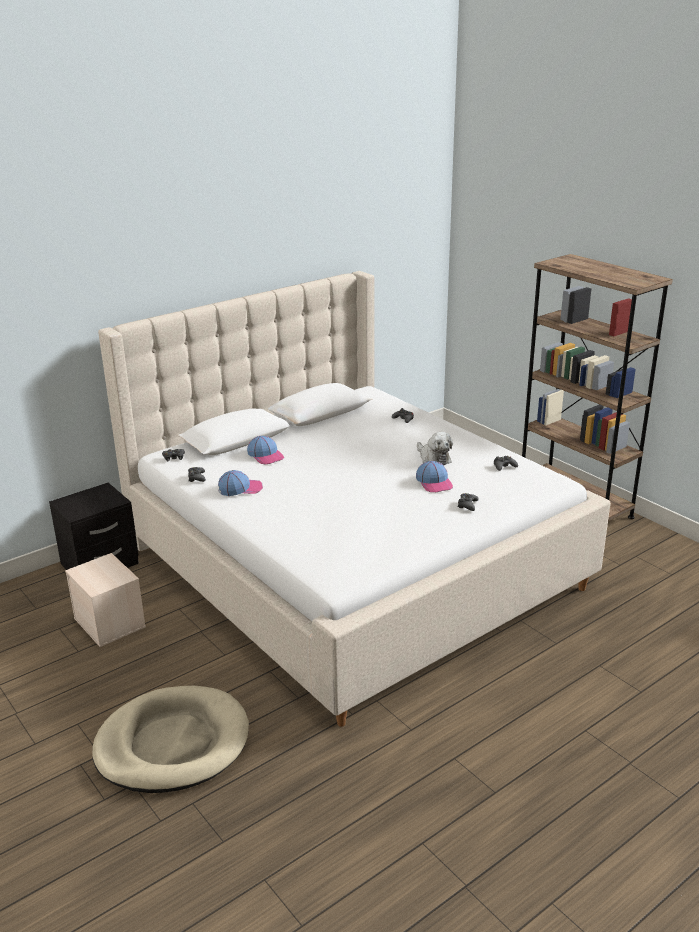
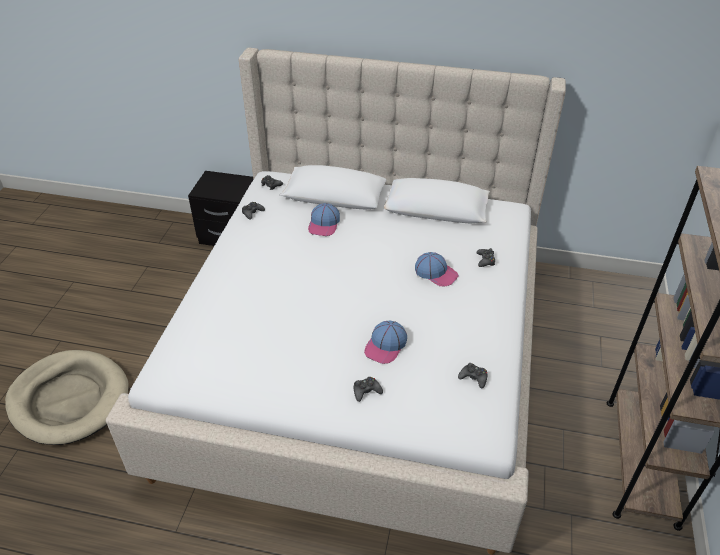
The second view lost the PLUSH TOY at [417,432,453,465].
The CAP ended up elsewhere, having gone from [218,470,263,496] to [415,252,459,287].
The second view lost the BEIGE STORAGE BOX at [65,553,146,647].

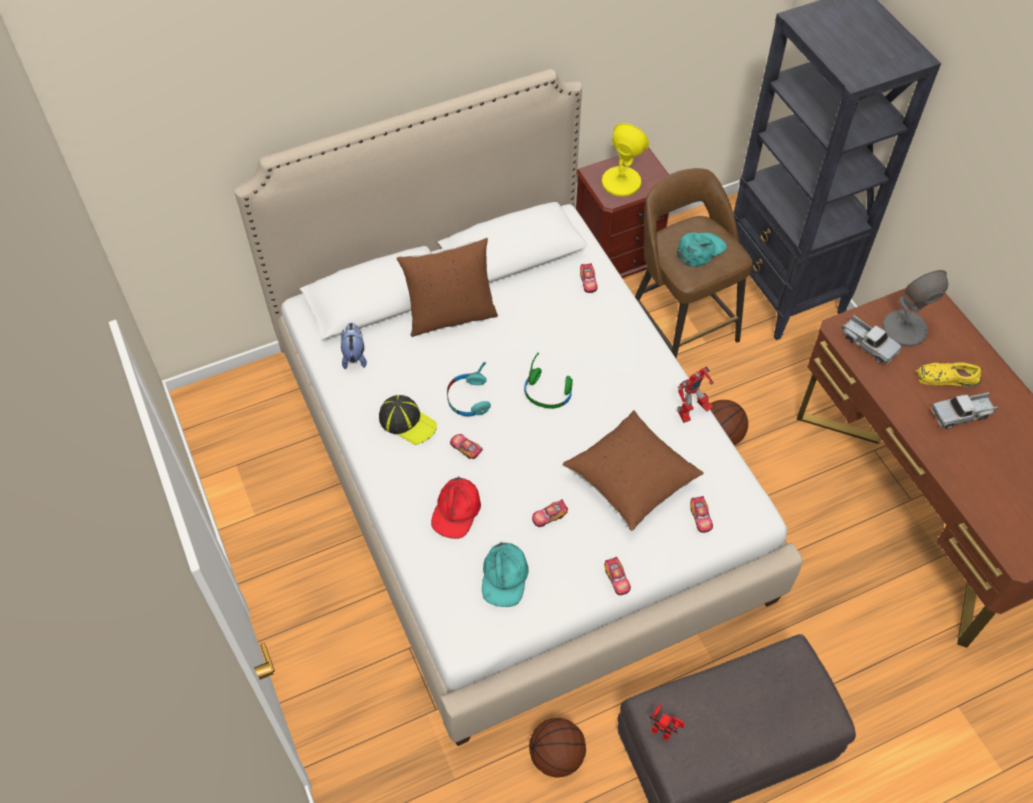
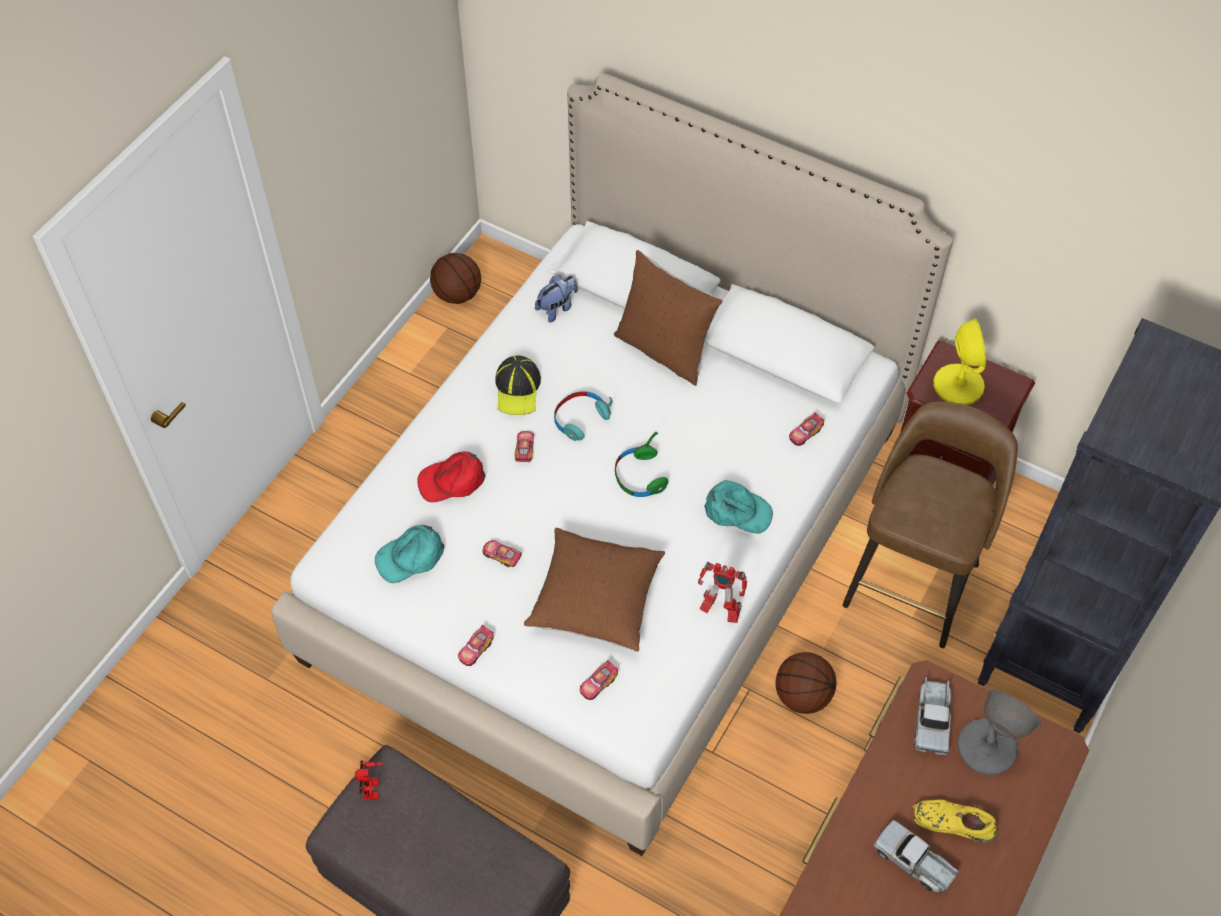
The TURQUOISE CAP ended up elsewhere, having gone from [677,232,727,267] to [704,480,773,534].
The YELLOW SHOE at [915,362,982,387] ended up facing another way, 45 degrees counterclockwise from before.
The BASKETBALL ended up elsewhere, having gone from [529,718,586,778] to [430,253,481,304].

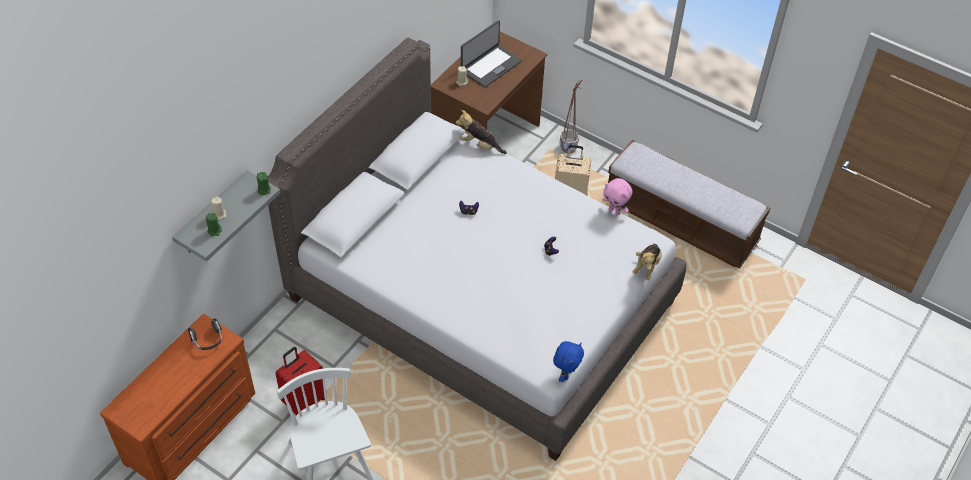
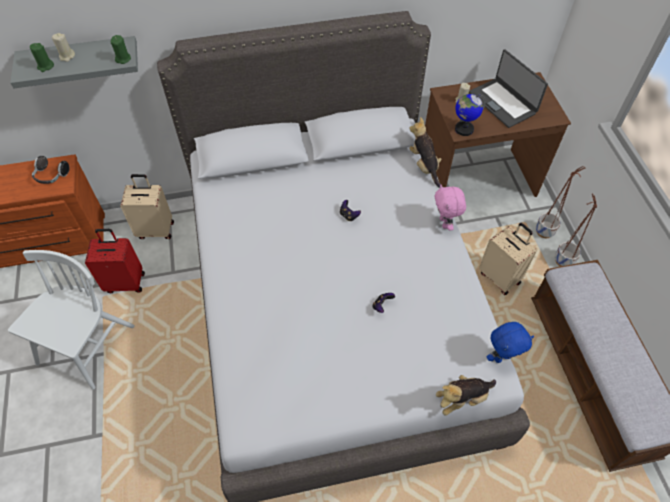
The LAPTOP at [461,20,522,88] ended up facing another way, 60 degrees clockwise from before.
The PINK PLUSH TOY ended up elsewhere, having gone from [603,178,632,215] to [435,185,466,231].
The BLUE PLUSH TOY ended up elsewhere, having gone from [553,341,584,382] to [487,322,534,363].
The second view gained the GLOBE at [455,94,486,136].
The second view gained the BEIGE SUITCASE at [120,174,174,239].
The second view gained the PLANTER at [555,194,597,267].

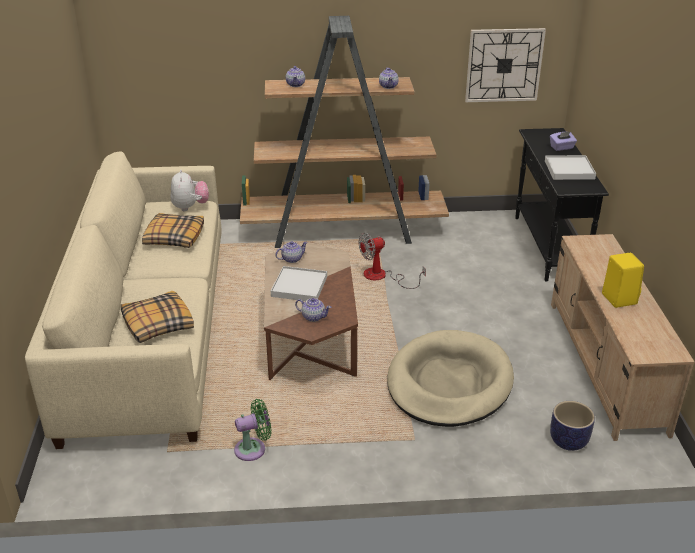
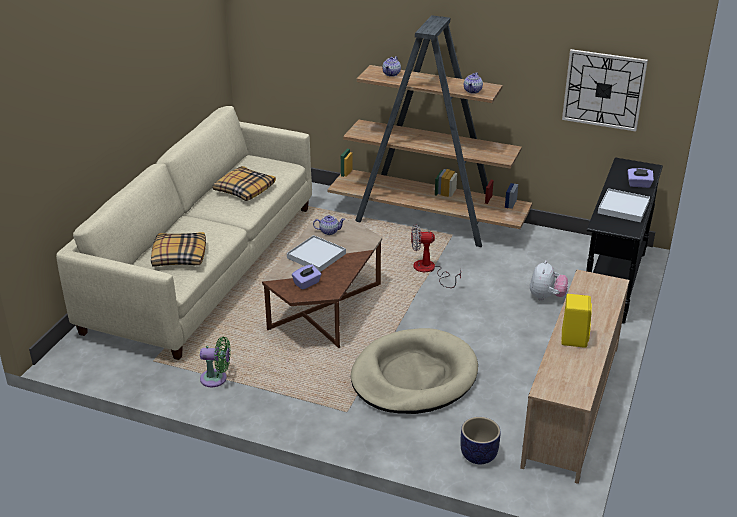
The PLUSH TOY ended up elsewhere, having gone from [171,170,209,211] to [530,260,568,301].
Where the TEAPOT stood at [295,298,331,322], the PURPLE TISSUE BOX came to stand at [292,264,322,290].

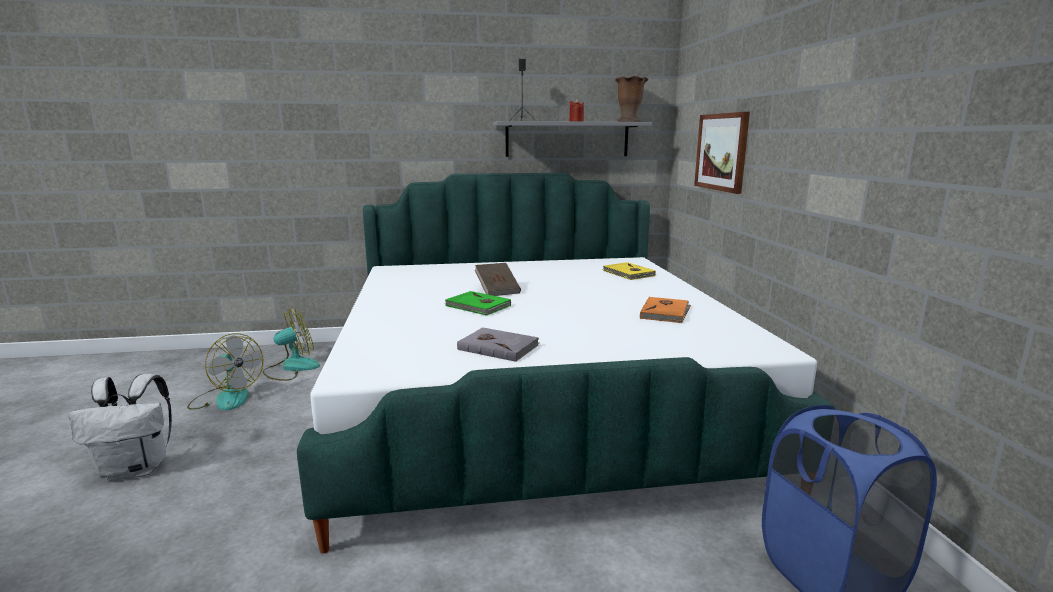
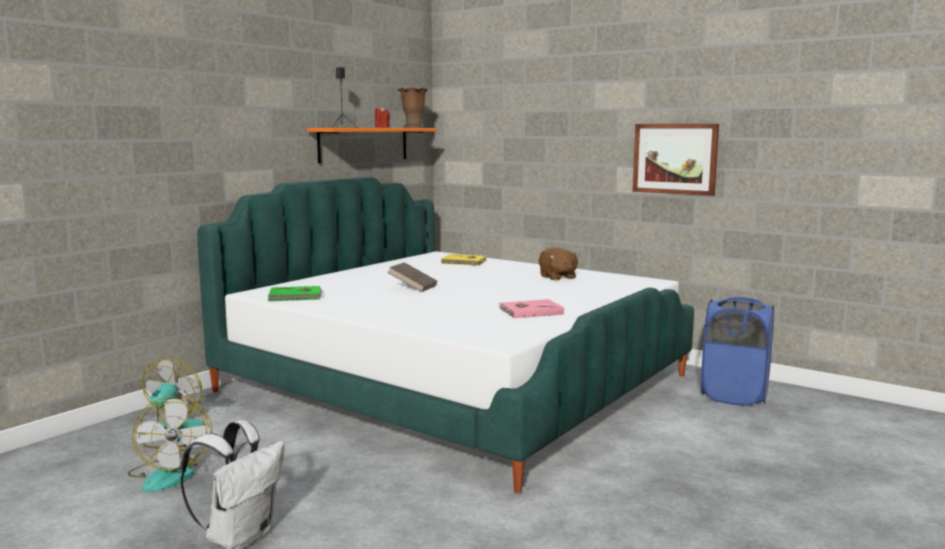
The PICTURE ended up elsewhere, having gone from [694,112,750,194] to [633,124,719,196].
What was the GREY SHELF at [493,121,652,157] turned into the ORANGE SHELF at [307,128,437,163].
The GREEN BOOK ended up elsewhere, having gone from [445,291,511,316] to [267,286,322,301].
Where the ORANGE BOOK stood at [640,297,691,323], the BROWN PLUSH TOY came to stand at [539,247,579,281].
What was the GREY BOOK at [457,328,539,362] turned into the PINK BOOK at [499,299,564,318].
The FAN at [187,333,263,411] ended up facing another way, 90 degrees clockwise from before.

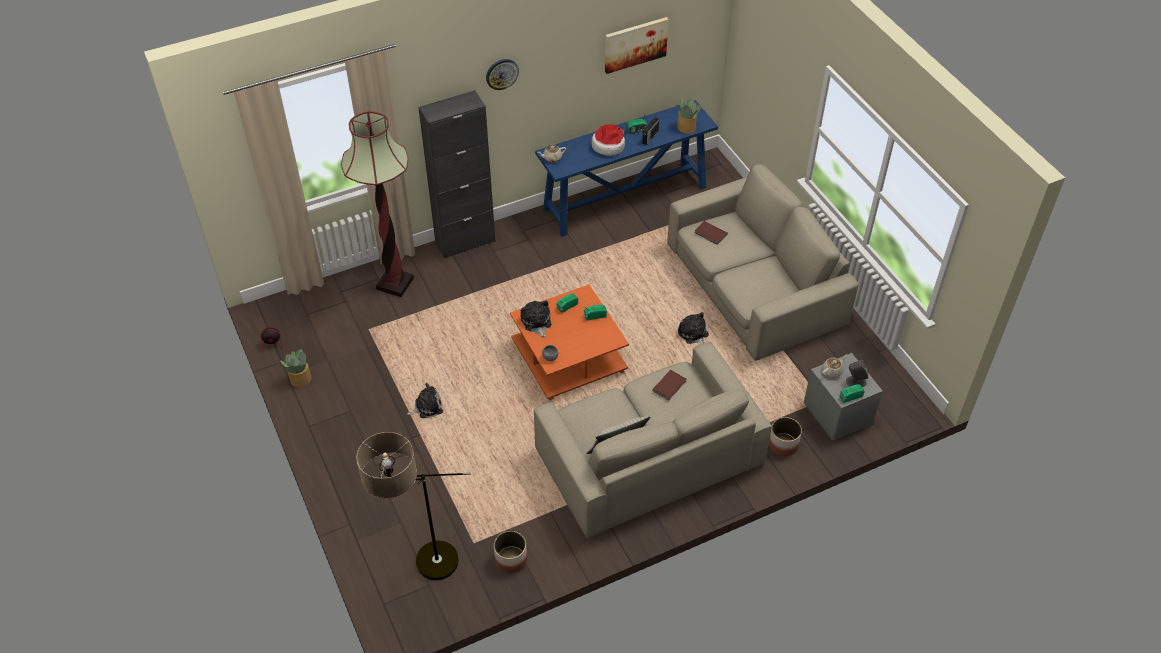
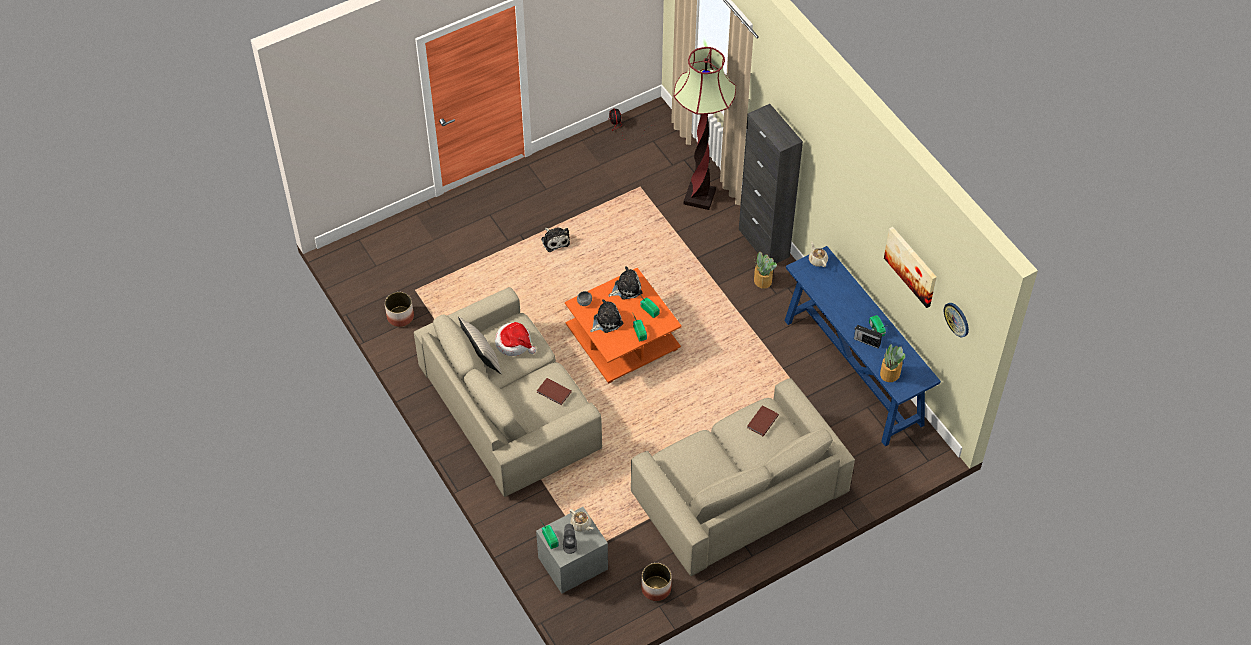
The WALL CLOCK ended up elsewhere, having gone from [486,59,519,90] to [943,303,969,337].
The HAT ended up elsewhere, having gone from [591,124,625,156] to [495,322,536,356].
The PLUSH TOY ended up elsewhere, having gone from [678,312,709,344] to [590,299,623,333].
The POTTED PLANT ended up elsewhere, having gone from [280,349,311,387] to [754,252,777,289].
The PLANTER ended up elsewhere, having gone from [769,417,802,456] to [641,563,672,601].
The second view lost the FLOOR LAMP at [356,432,471,580].

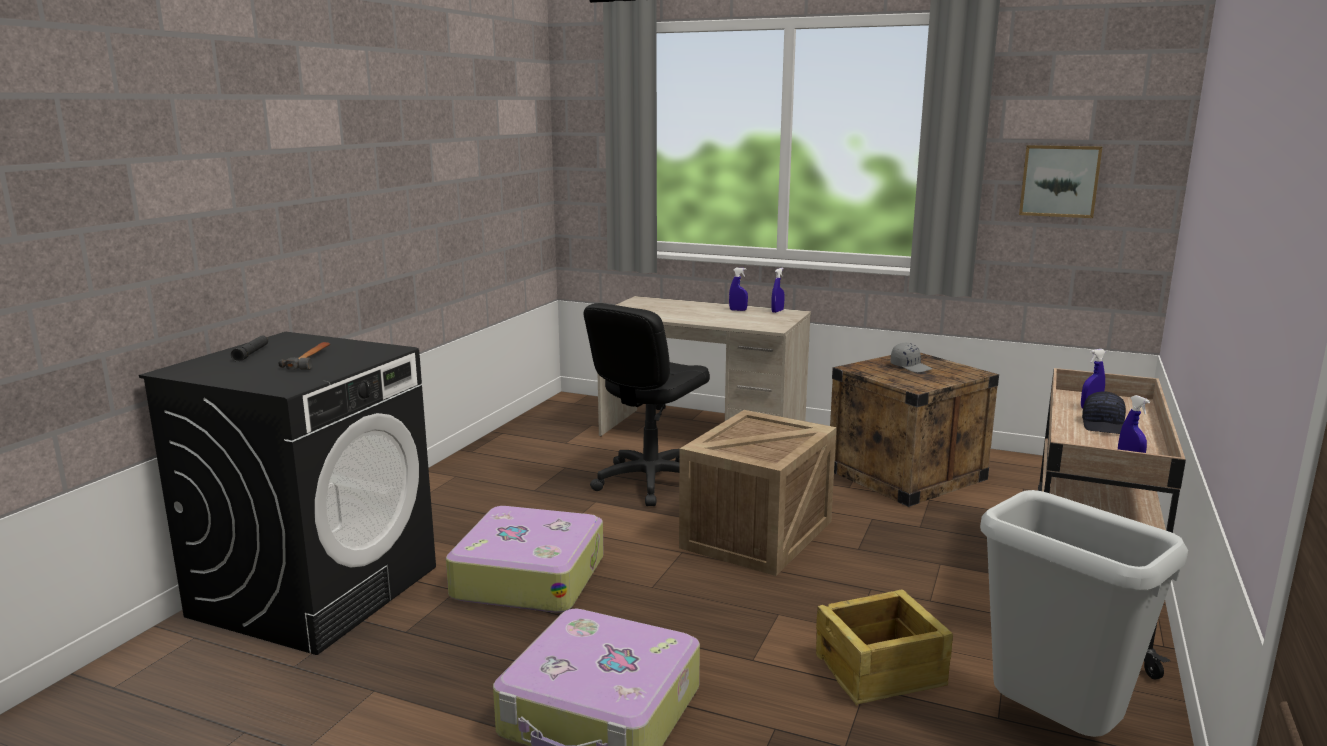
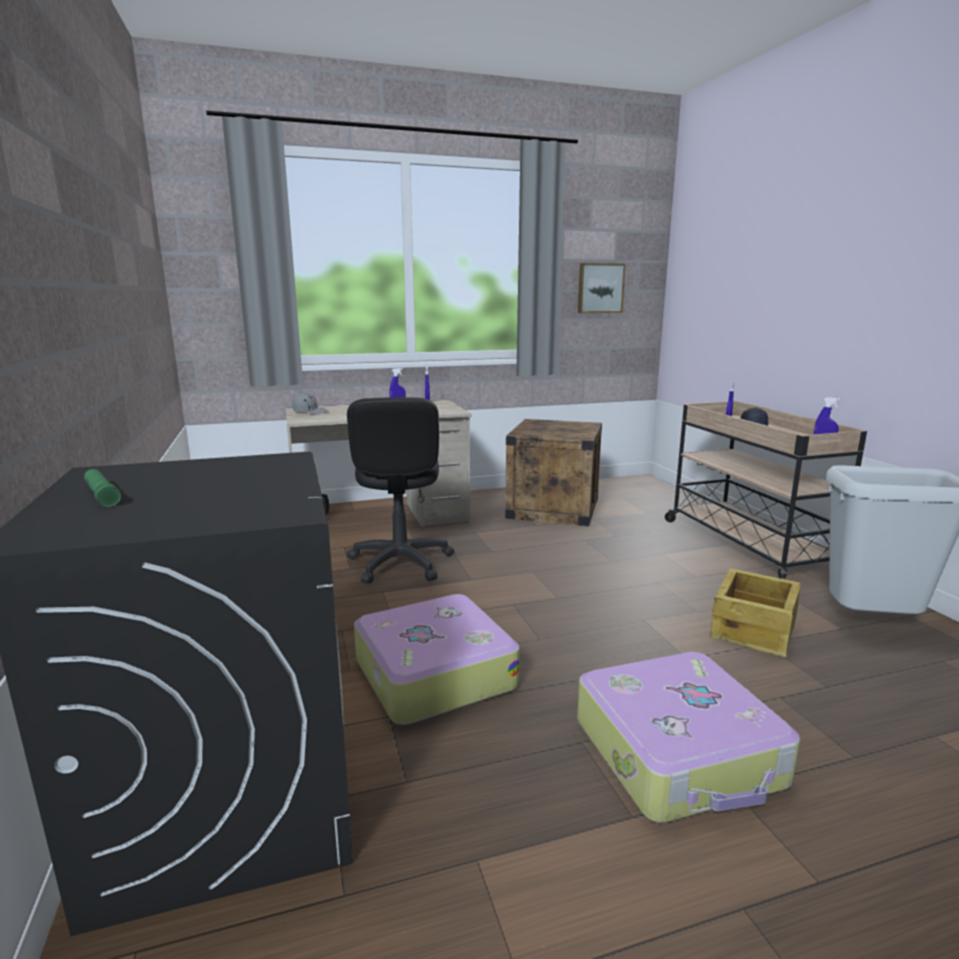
What was the BLACK FLASHLIGHT at [231,335,268,362] turned into the GREEN FLASHLIGHT at [84,469,121,507].
The second view lost the HAMMER at [278,342,330,370].
The GREY CAP ended up elsewhere, having gone from [890,343,932,372] to [293,393,329,415].
The second view lost the CRATE at [679,410,837,576].

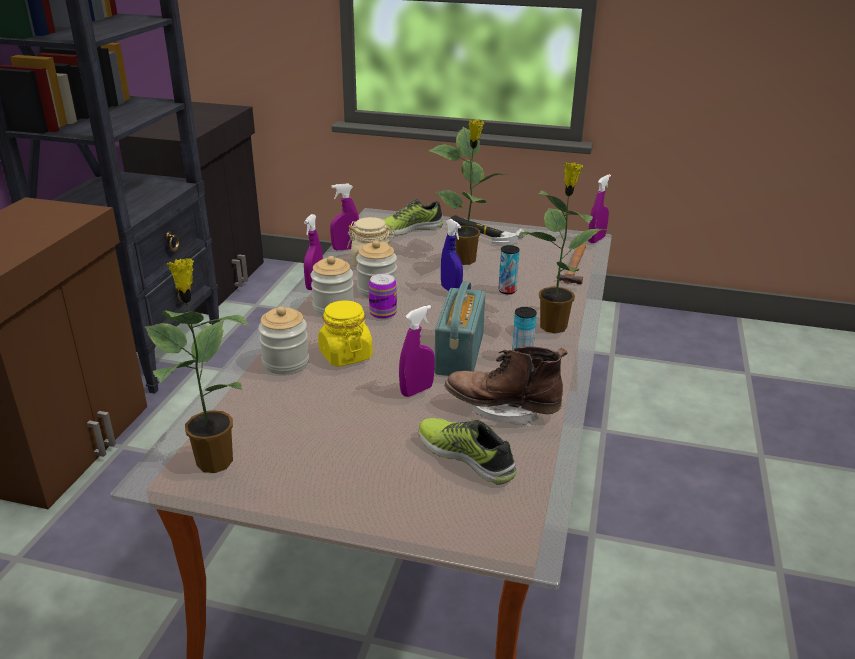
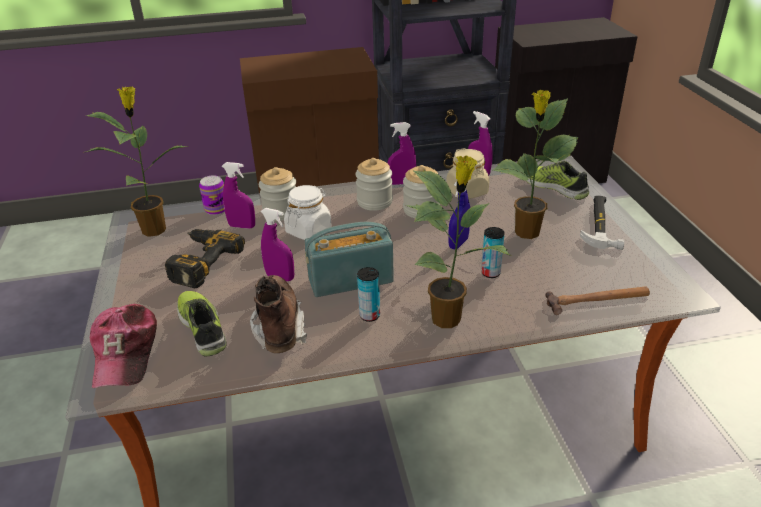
The PURPLE SPRAY BOTTLE ended up elsewhere, having gone from [588,174,611,243] to [222,162,255,229].
The CAN ended up elsewhere, having gone from [369,274,397,319] to [199,175,225,215].
What was the YELLOW JAR at [318,301,373,367] turned into the WHITE JAR at [284,185,332,240].
The SHOE at [418,418,517,485] ended up facing another way, 45 degrees counterclockwise from before.
The second view gained the POWER DRILL at [165,229,245,288].
The second view gained the CAP at [90,304,157,388].

